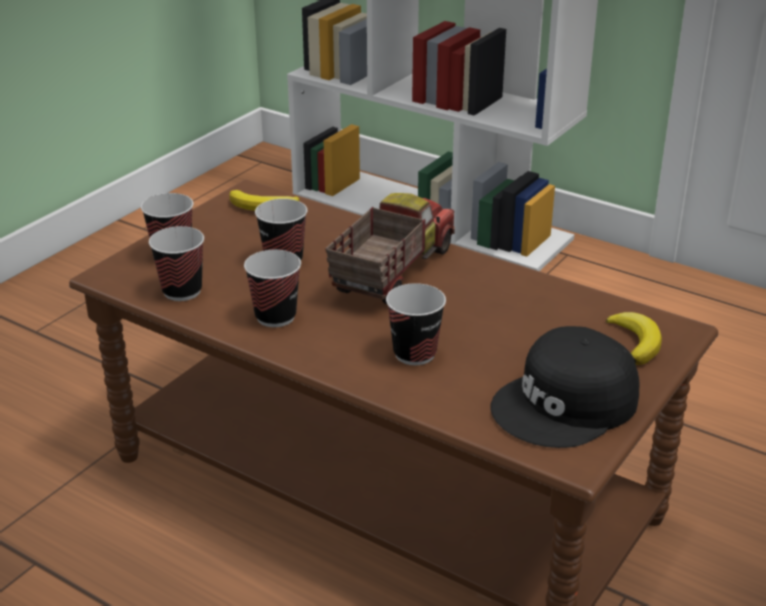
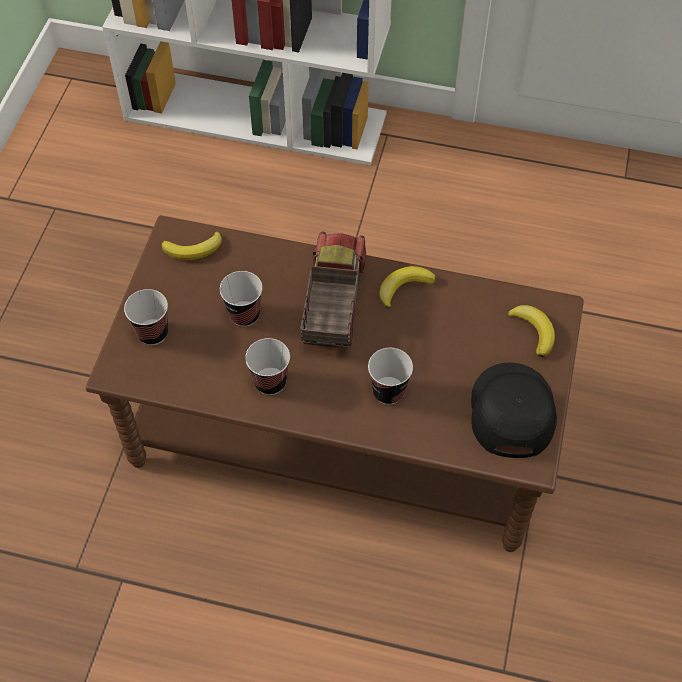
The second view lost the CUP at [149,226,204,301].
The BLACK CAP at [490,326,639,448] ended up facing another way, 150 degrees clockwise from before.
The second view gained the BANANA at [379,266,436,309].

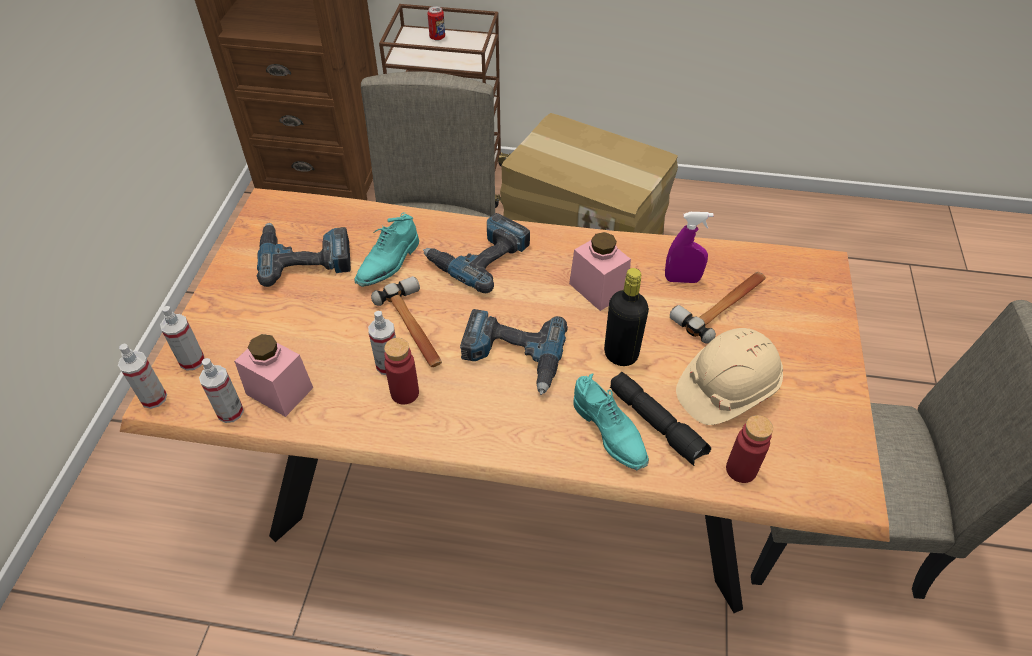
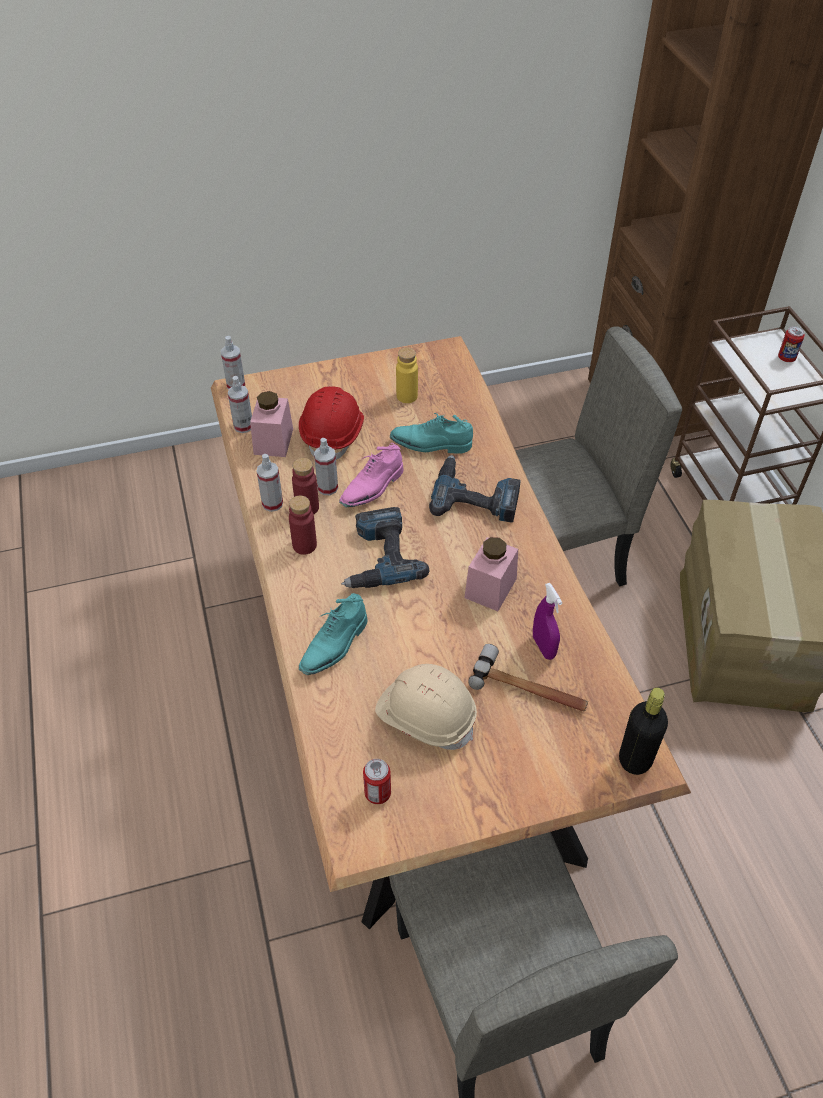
Where the POWER DRILL stood at [257,223,351,287], the YELLOW BOTTLE came to stand at [396,347,418,403].
The BLACK BOTTLE ended up elsewhere, having gone from [604,268,649,366] to [619,688,668,775].
Where the HAMMER stood at [371,276,442,367], the PINK SHOE came to stand at [339,443,404,507].
The SPRAY BOTTLE ended up elsewhere, having gone from [160,306,205,371] to [257,454,283,512].
The second view lost the BLACK FLASHLIGHT at [610,372,711,466].
The RED BOTTLE ended up elsewhere, having gone from [726,415,773,483] to [289,496,317,555].
The second view gained the RED HARD HAT at [299,386,364,460].
The second view gained the CAN at [363,759,391,804].

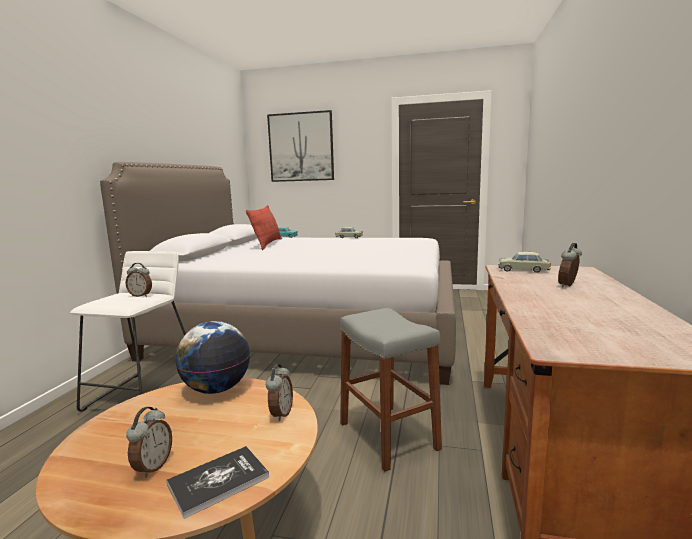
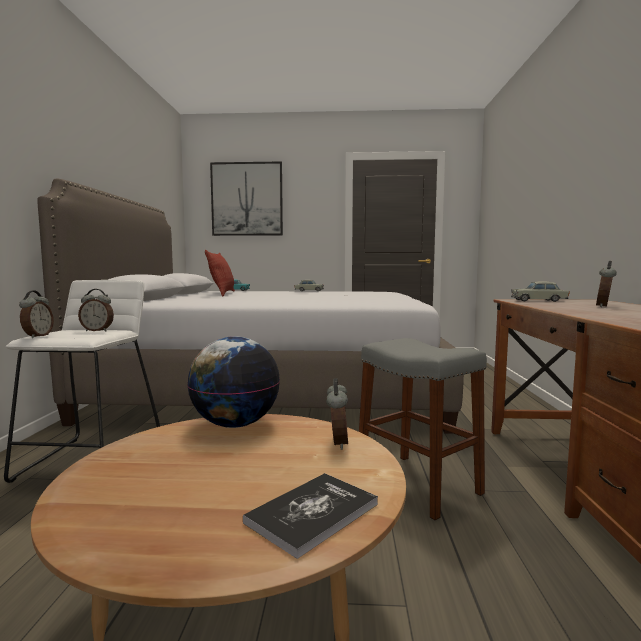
The ALARM CLOCK ended up elsewhere, having gone from [126,407,172,478] to [19,290,54,338].

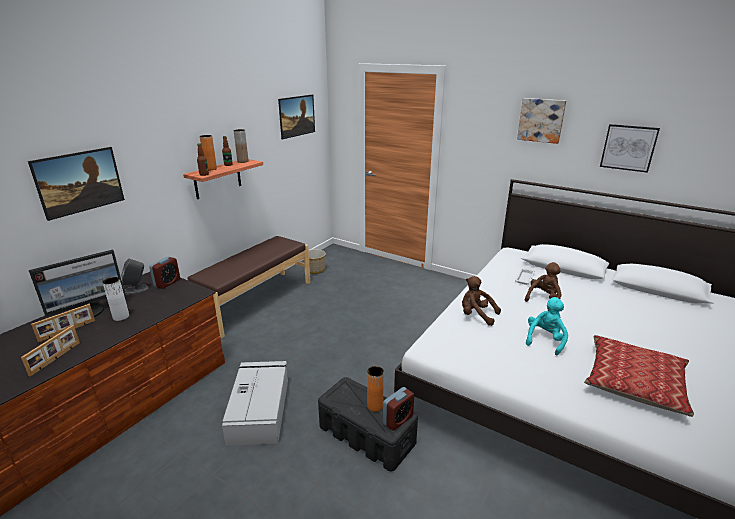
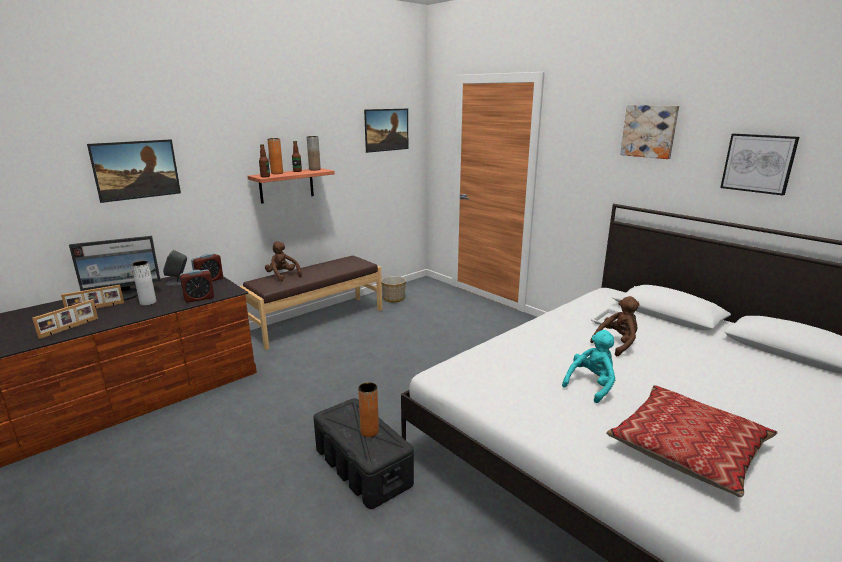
The BROWN PLUSH TOY ended up elsewhere, having gone from [462,276,501,326] to [265,242,302,281].
The second view lost the GREY STORAGE BOX at [222,361,288,446].
The ALARM CLOCK ended up elsewhere, having gone from [383,387,414,431] to [180,270,214,303].

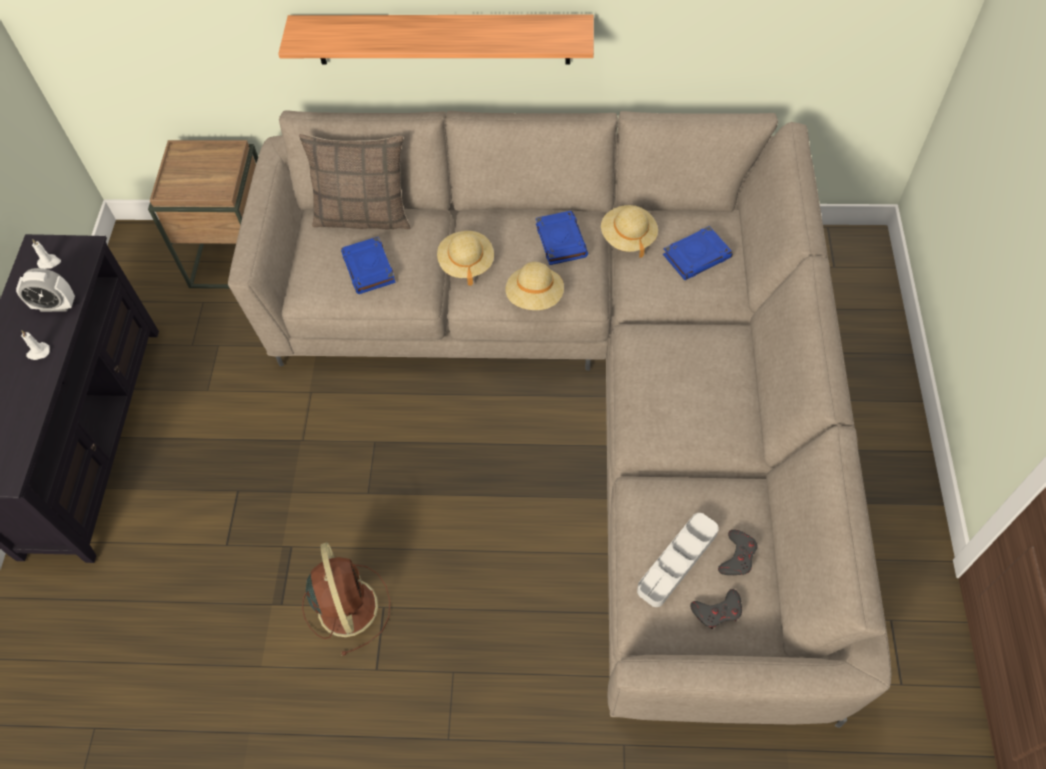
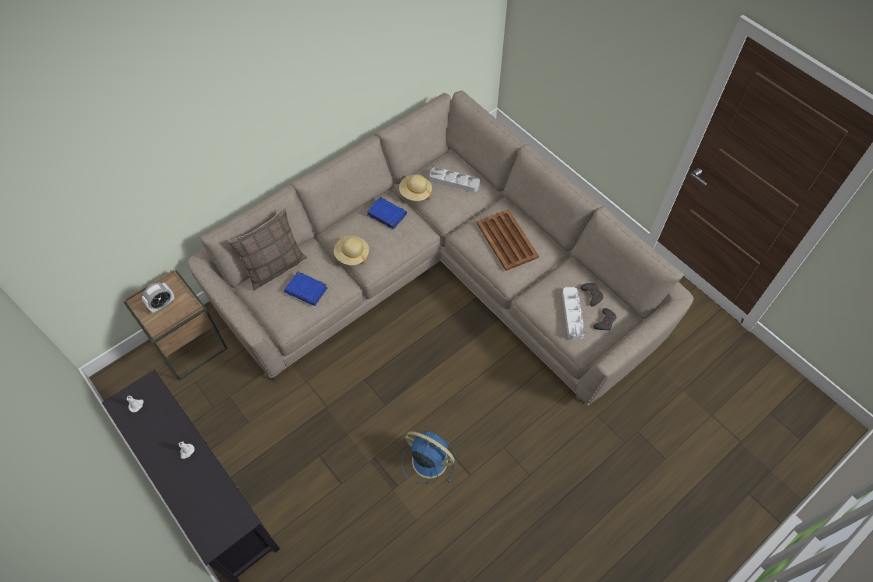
The second view lost the SHELF at [278,14,594,65].
Where the BLUE BOOK stood at [663,226,733,280], the GREY TRAY came to stand at [430,167,480,192].
The second view lost the BEIGE HAT at [506,262,564,310].
The ALARM CLOCK ended up elsewhere, having gone from [16,268,75,312] to [142,282,175,313].
What was the BROWN FAN at [302,542,390,656] turned into the BLUE FAN at [402,431,456,484].
The second view gained the BROWN TRAY at [477,209,539,271].

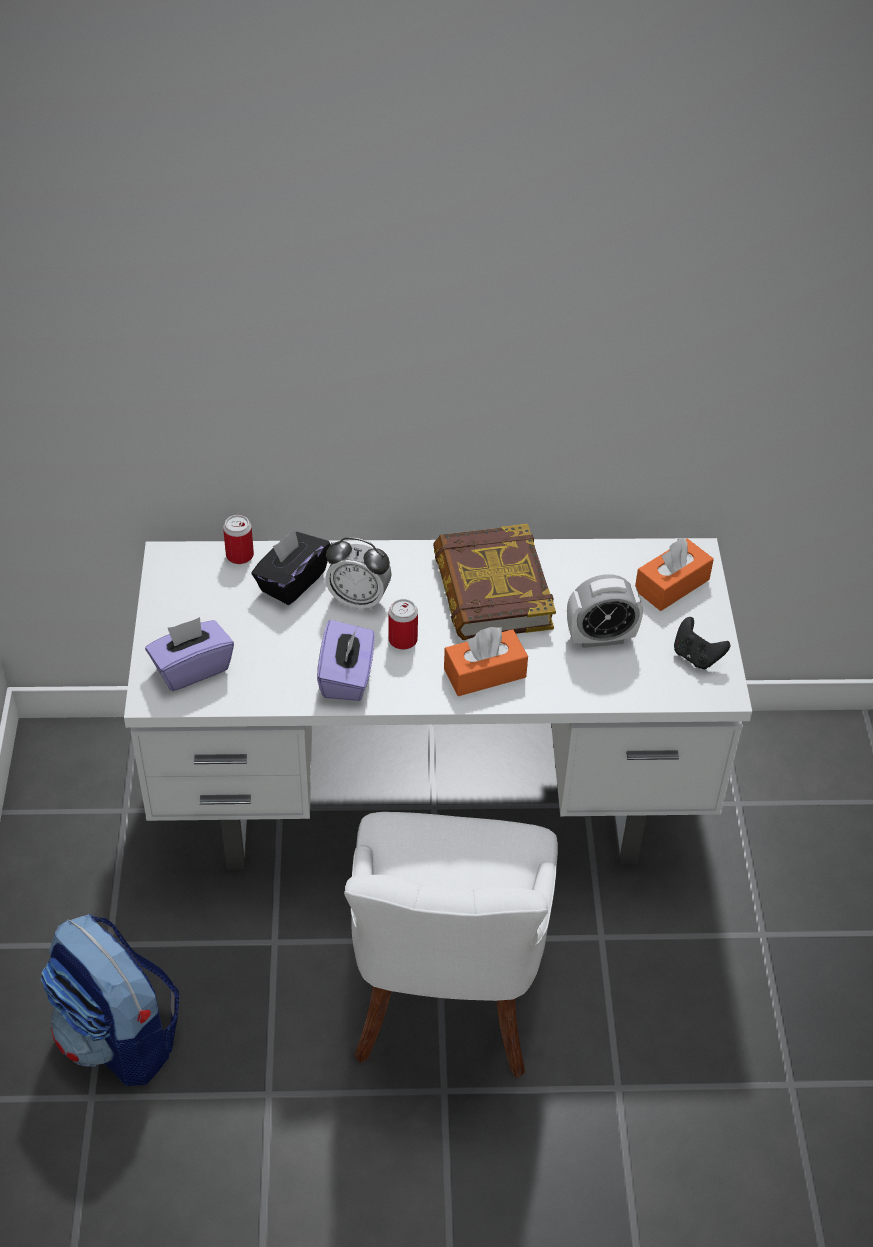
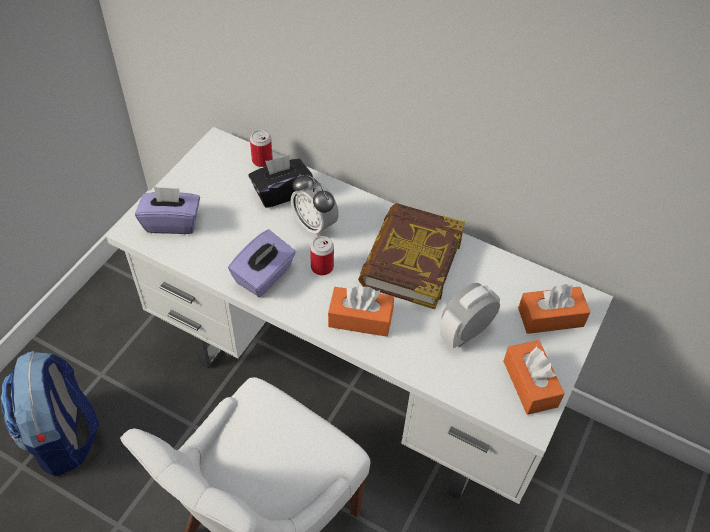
The ALARM CLOCK at [567,574,643,648] ended up facing another way, 120 degrees clockwise from before.
Where the BLACK GAME CONTROLLER stood at [674,617,730,670], the ORANGE TISSUE BOX came to stand at [503,340,565,415].

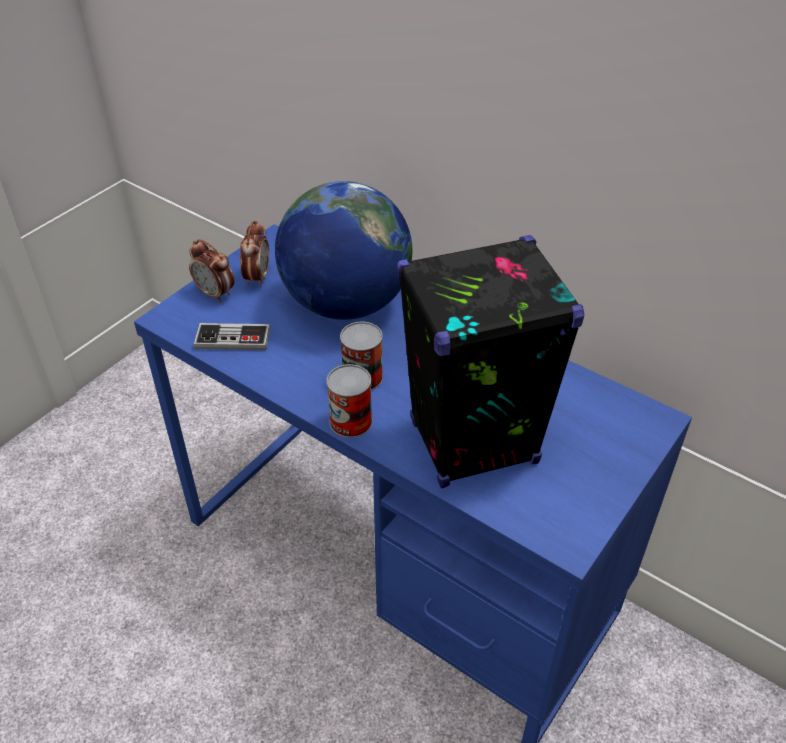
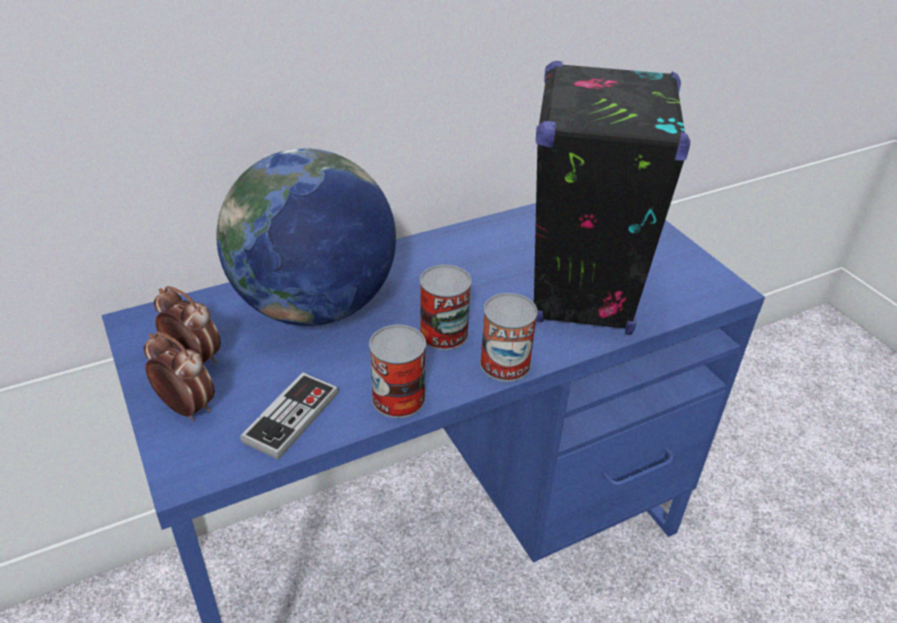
The ALARM CLOCK at [189,239,234,303] ended up facing another way, 120 degrees counterclockwise from before.
The second view gained the CAN at [369,325,426,418].

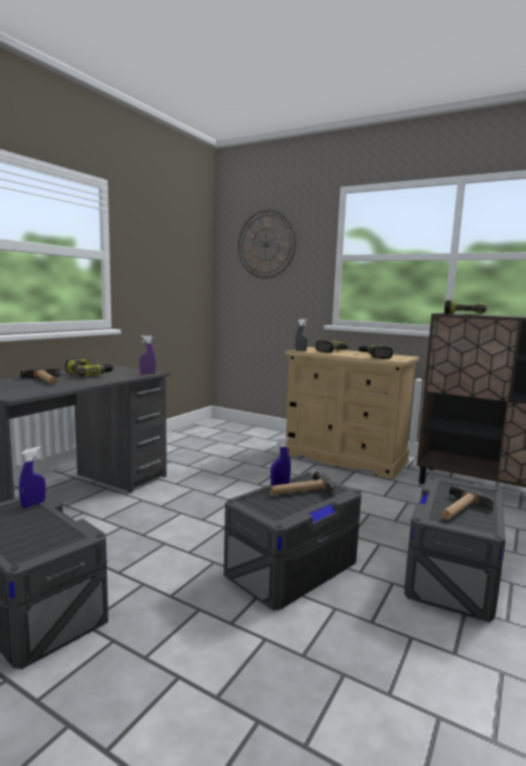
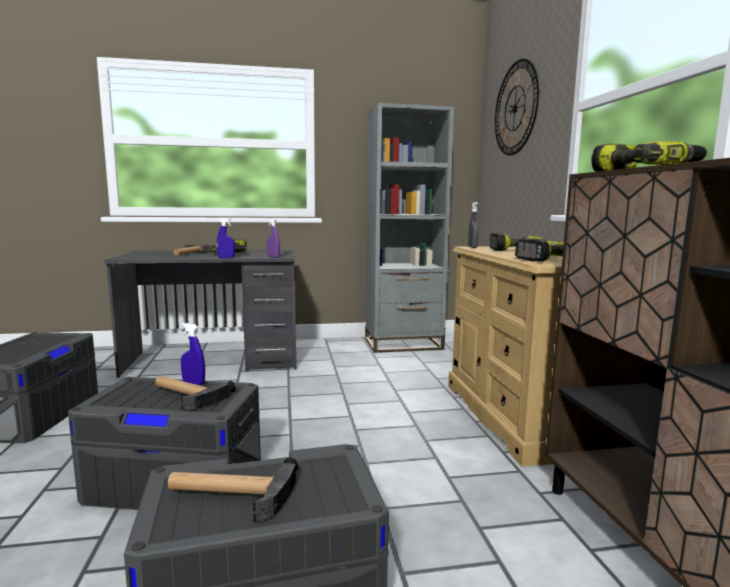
The BLUE SPRAY BOTTLE ended up elsewhere, having gone from [19,447,46,508] to [217,218,235,258].
The second view gained the GREY BOOKCASE at [365,103,454,353].

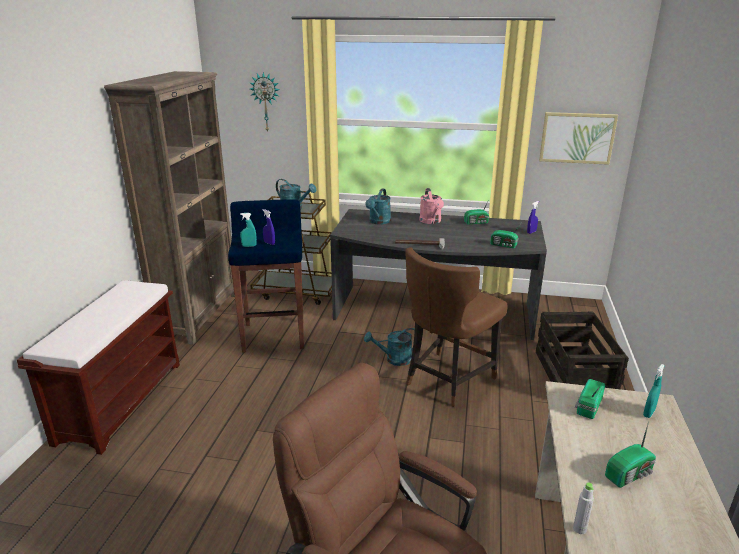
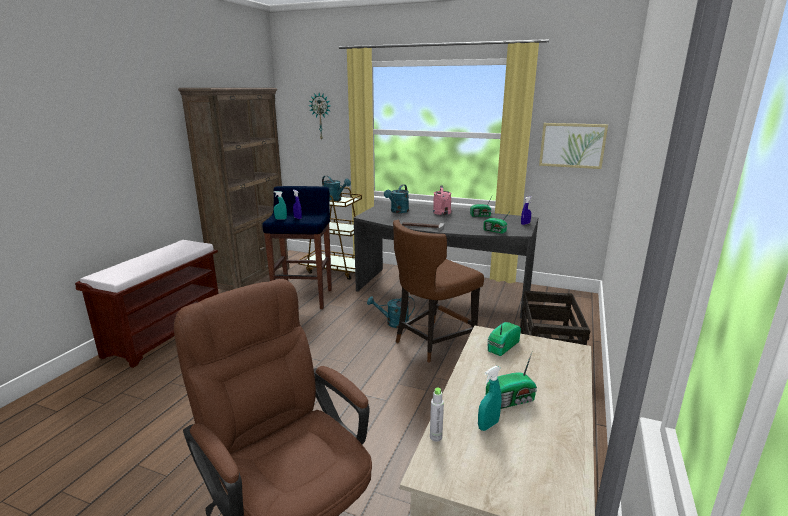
The TURQUOISE SPRAY BOTTLE ended up elsewhere, having gone from [643,364,665,418] to [478,366,502,431].

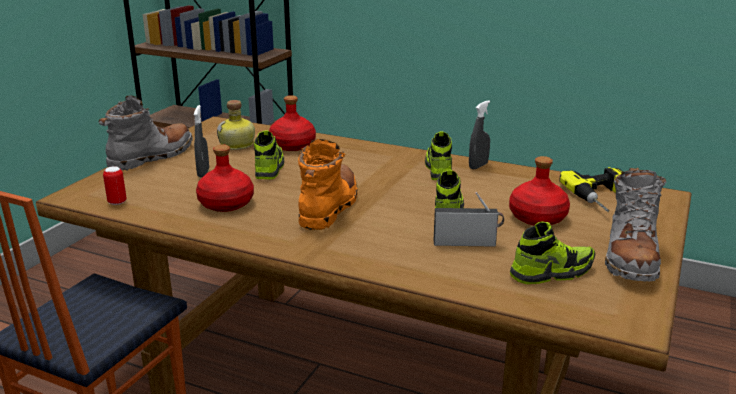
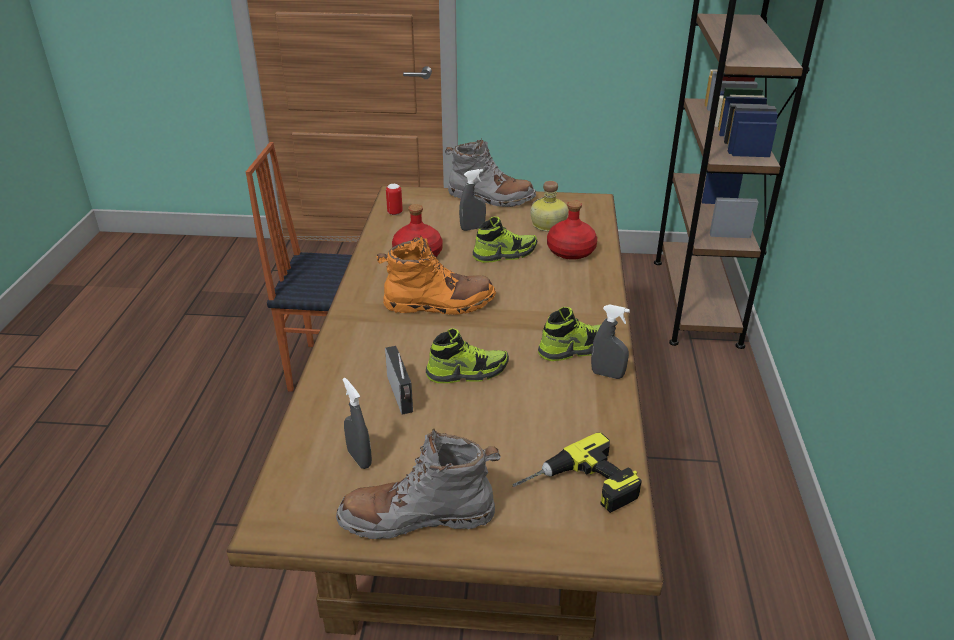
The second view lost the RED BOTTLE at [509,156,570,226].
Where the SHOE stood at [510,221,595,284], the GREY SPRAY BOTTLE came to stand at [342,378,372,469].

